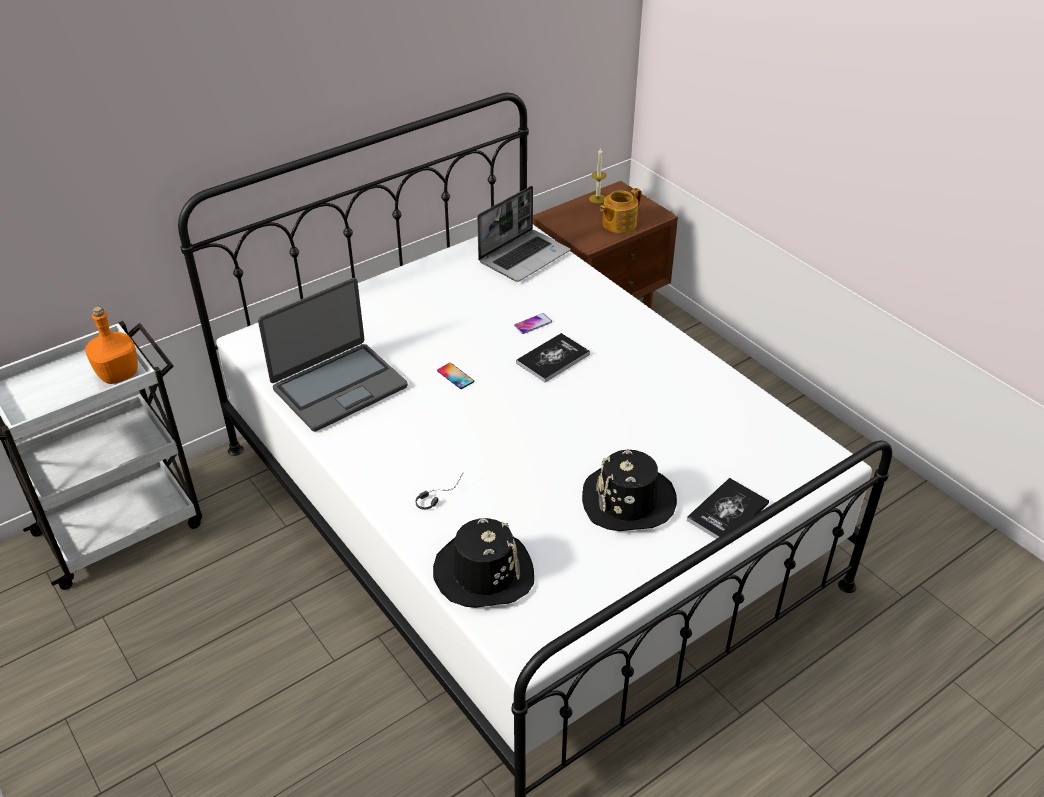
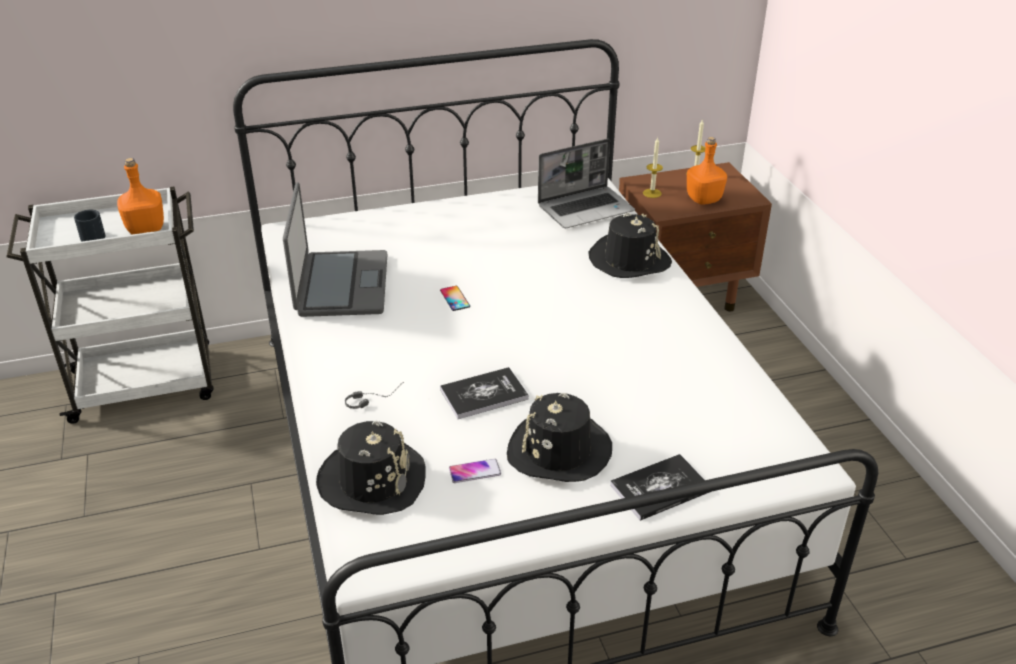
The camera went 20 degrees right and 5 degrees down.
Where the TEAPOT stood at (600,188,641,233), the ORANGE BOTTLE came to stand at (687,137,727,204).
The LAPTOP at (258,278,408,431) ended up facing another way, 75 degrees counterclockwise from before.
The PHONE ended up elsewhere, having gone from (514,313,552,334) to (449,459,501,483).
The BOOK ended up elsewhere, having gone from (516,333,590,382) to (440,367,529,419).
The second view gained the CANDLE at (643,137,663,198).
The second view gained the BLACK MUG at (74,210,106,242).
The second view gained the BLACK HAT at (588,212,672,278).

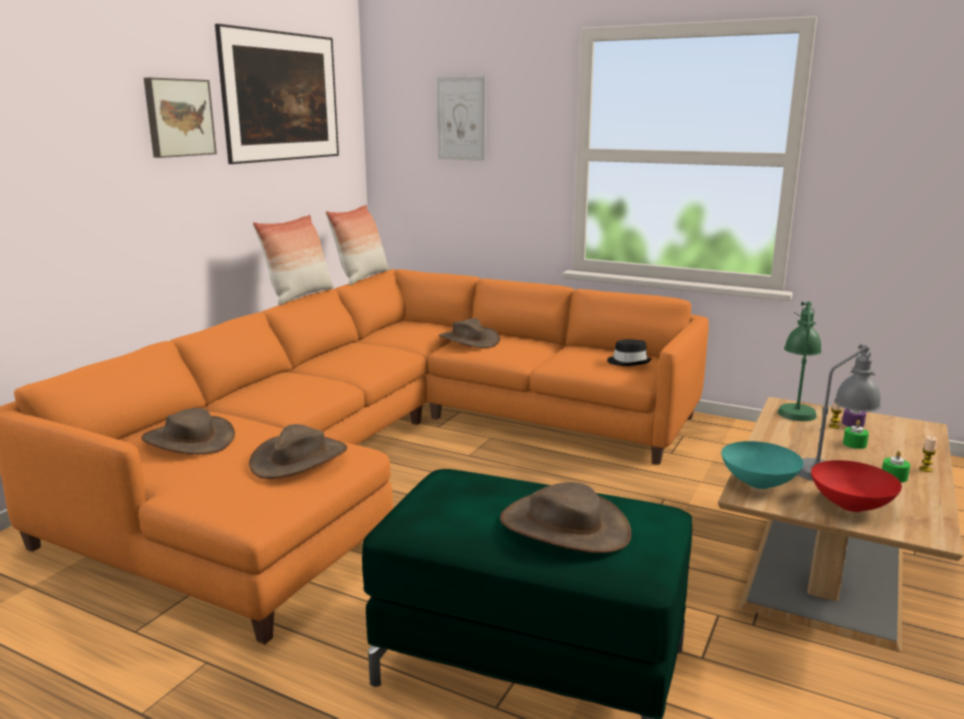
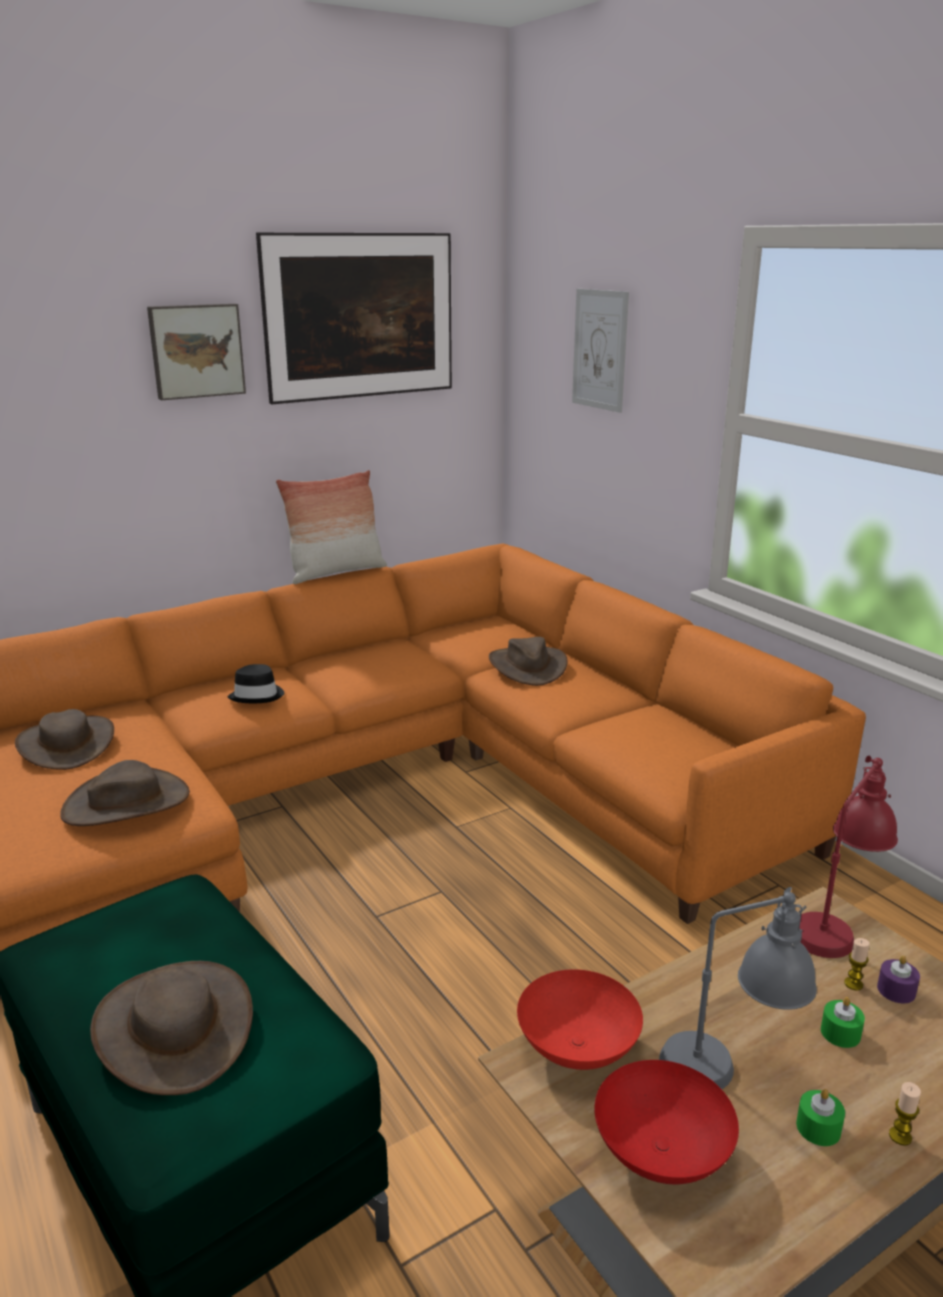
The camera went 30 degrees right and 5 degrees up.
The second view lost the PILLOW at (326,205,389,285).
What was the GREEN TABLE LAMP at (778,301,822,421) turned into the RED TABLE LAMP at (799,756,898,958).
The BLACK HAT ended up elsewhere, having gone from (607,339,652,366) to (227,664,284,703).
What was the TURQUOISE BOWL at (721,441,804,489) turned into the RED BOWL at (517,969,643,1070).

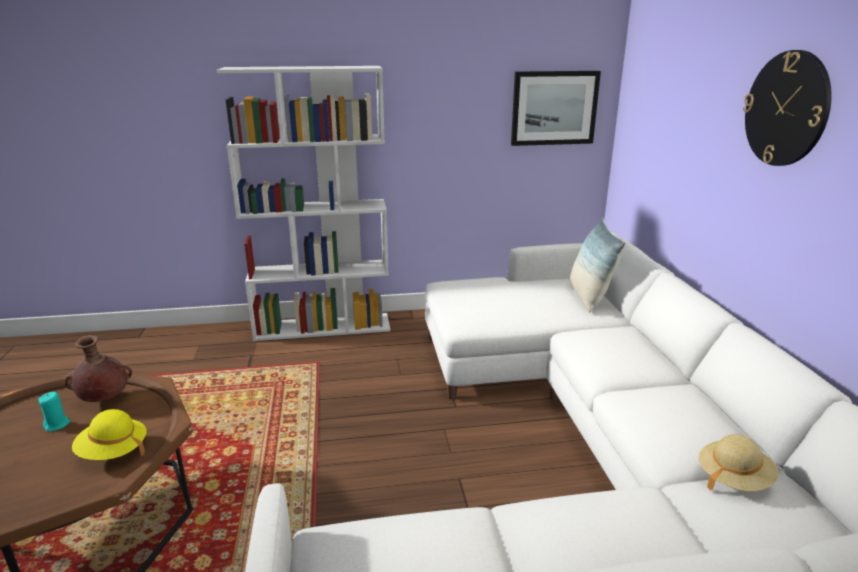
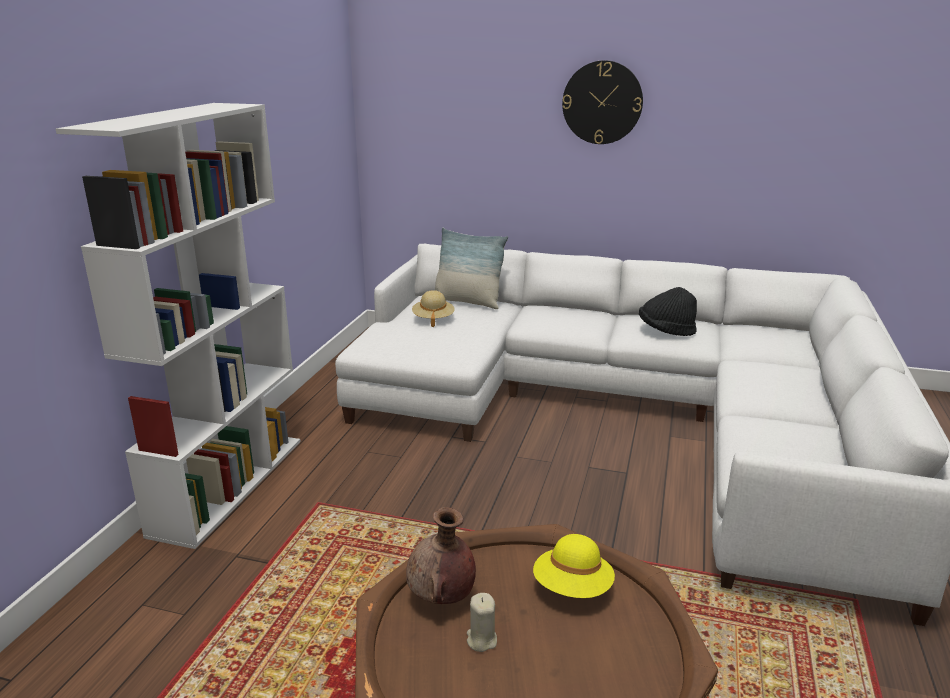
The camera went 65 degrees left and 0 degrees up.
The second view lost the PICTURE at (511,71,601,146).
What was the TURQUOISE CANDLE at (38,391,70,432) turned into the BEIGE CANDLE at (467,593,497,652).
The BEIGE HAT ended up elsewhere, having gone from (699,434,778,491) to (412,290,454,327).
The second view gained the BLACK HAT at (639,287,697,336).

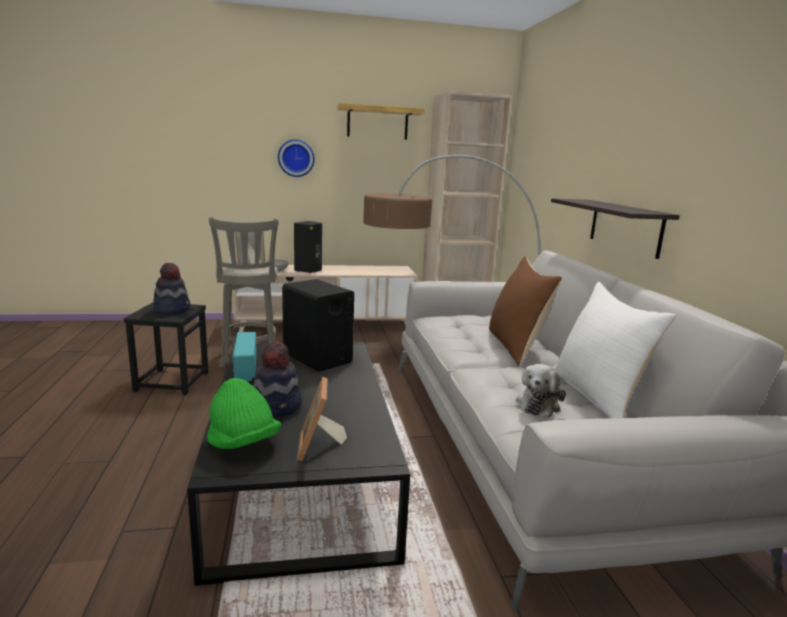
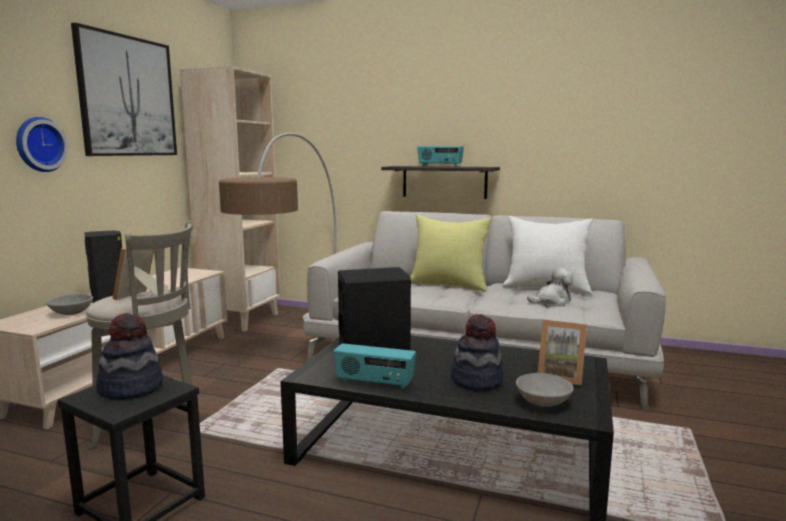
The camera went 60 degrees left and 5 degrees down.
Where the SHELF hung at (337,103,425,140), the PICTURE came to hang at (71,23,177,156).
What was the BROWN PILLOW at (489,257,562,366) turned into the YELLOW PILLOW at (410,214,492,292).
The PLUSH TOY at (516,364,566,418) ended up facing another way, 75 degrees counterclockwise from before.
Where the GREEN HAT stood at (207,378,281,449), the GREY BOWL came to stand at (516,373,574,407).
The second view gained the RADIO at (417,146,464,167).

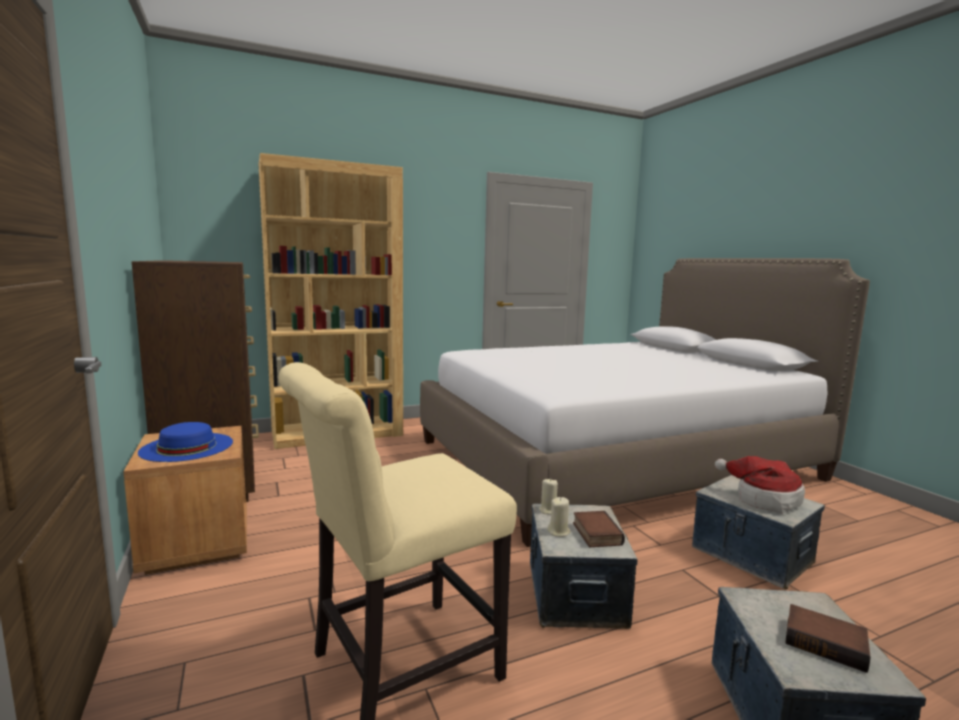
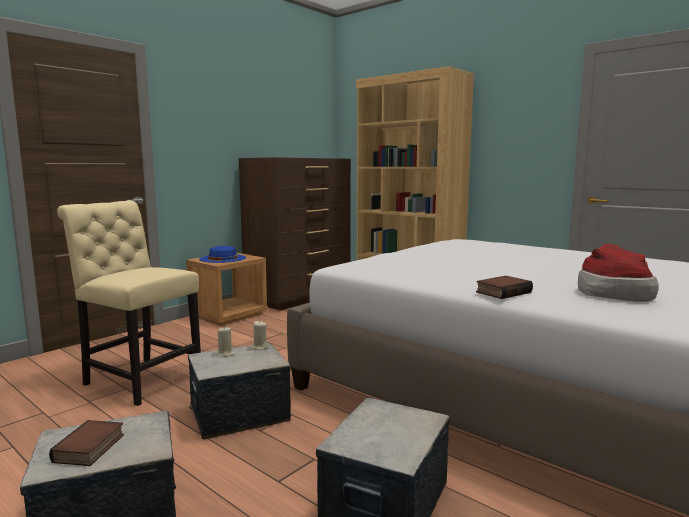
The camera went 65 degrees right and 0 degrees up.
The HAT ended up elsewhere, having gone from (715,456,805,514) to (578,244,659,302).
The BOOK ended up elsewhere, having gone from (573,511,625,547) to (476,276,533,299).

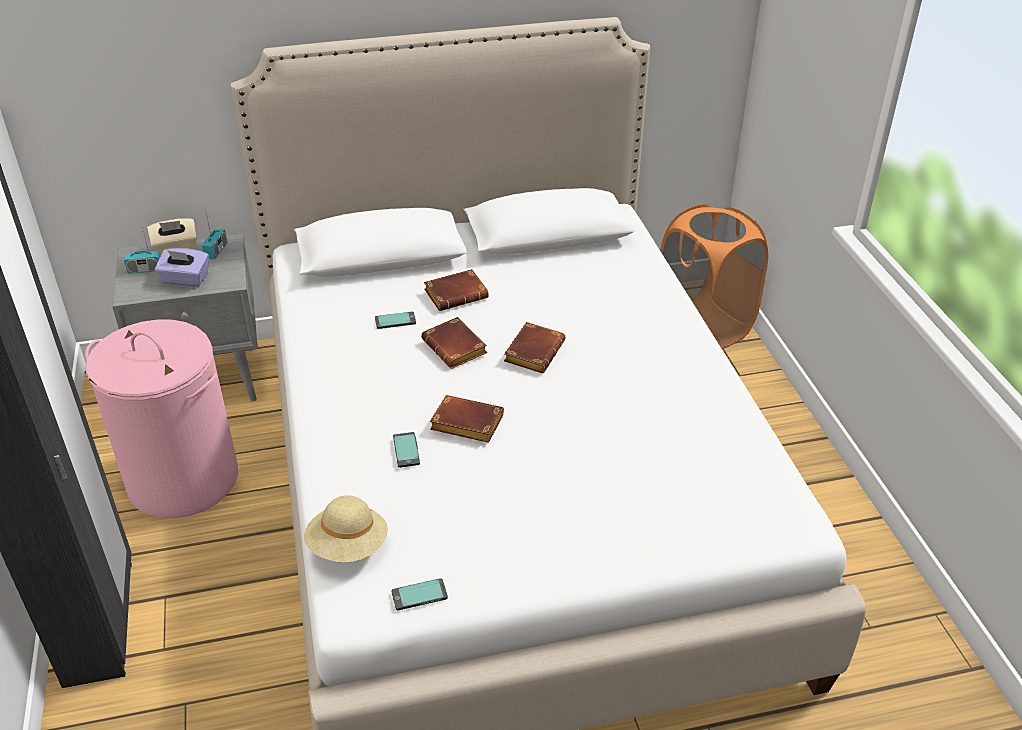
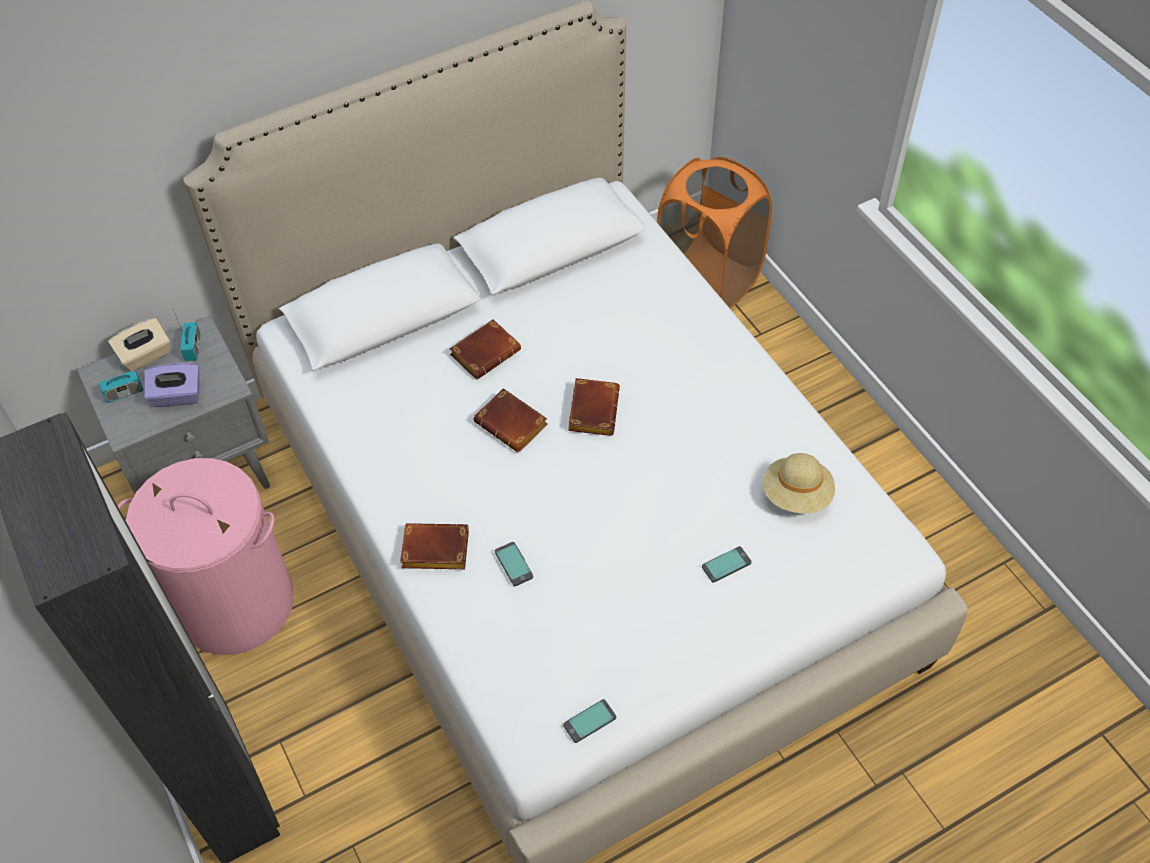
The camera went 15 degrees left and 15 degrees up.
The PHONE ended up elsewhere, having gone from (375,311,416,329) to (702,546,752,583).
The BROWN BOOK ended up elsewhere, having gone from (430,395,504,443) to (400,523,469,569).
The BEIGE HAT ended up elsewhere, having gone from (304,495,388,562) to (763,453,835,513).

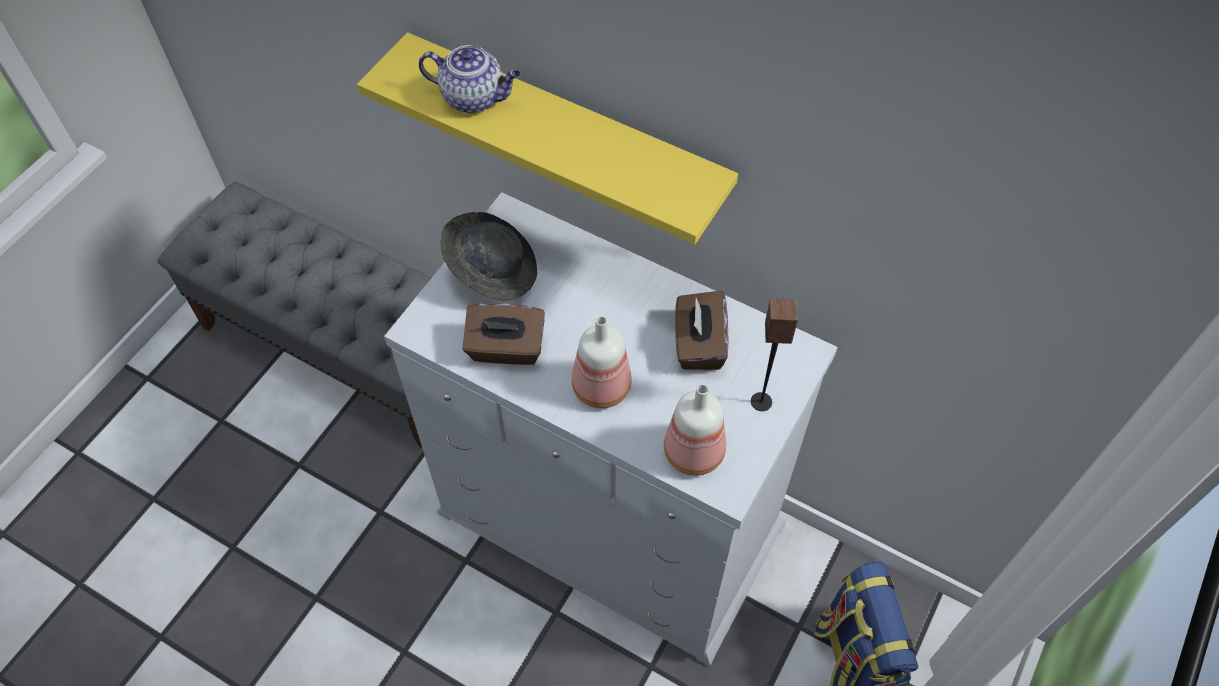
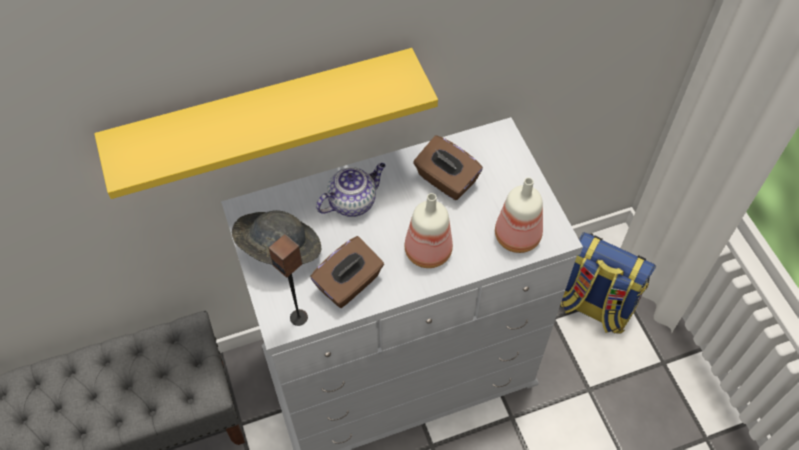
The camera went 50 degrees left and 0 degrees up.
The TEAPOT ended up elsewhere, having gone from (418,45,520,113) to (316,163,386,217).
The SPEAKER ended up elsewhere, having gone from (751,299,798,411) to (269,234,308,326).

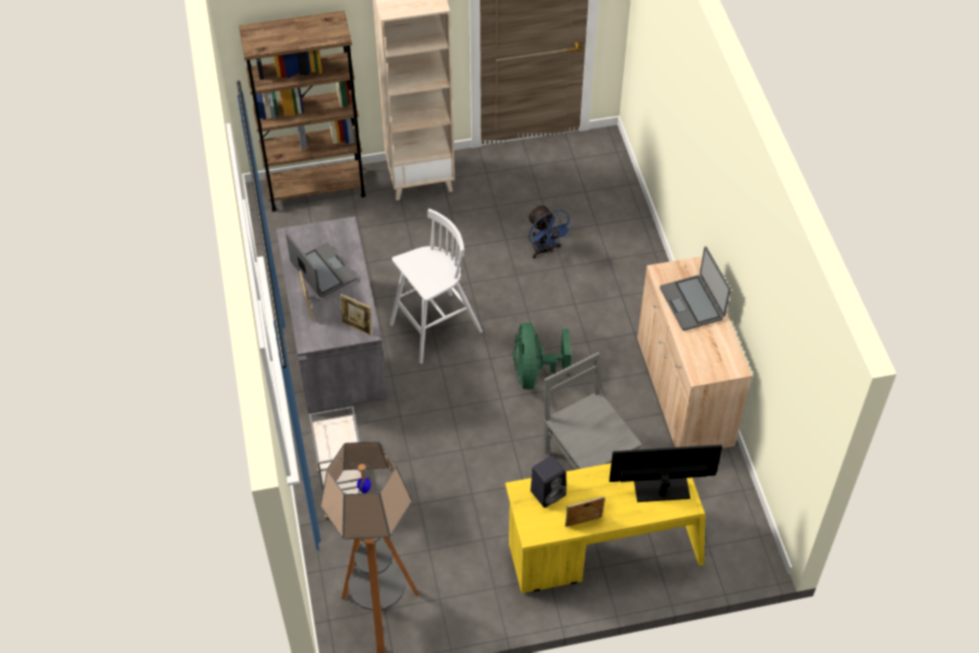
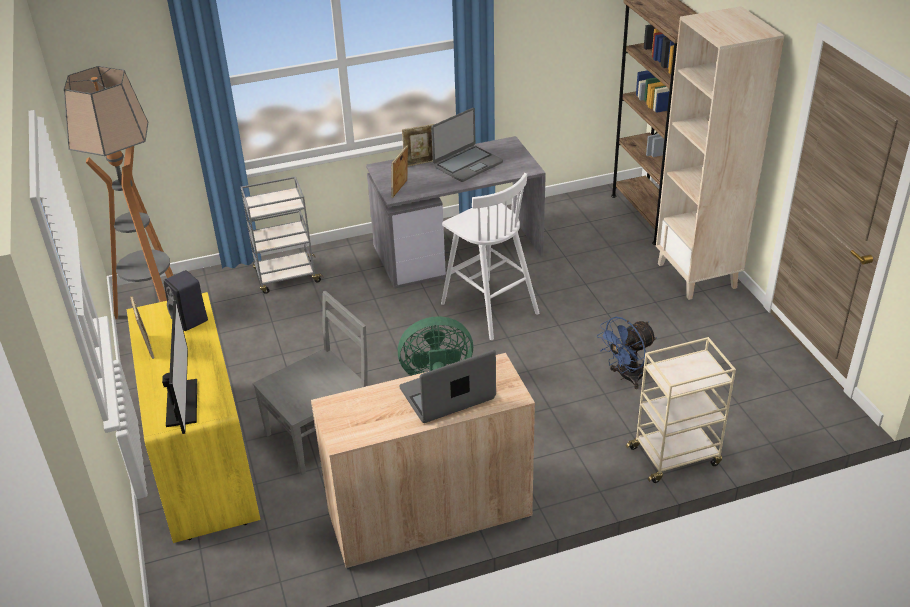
The camera went 85 degrees right and 15 degrees down.
The second view gained the BEIGE CART at (626,337,736,483).

